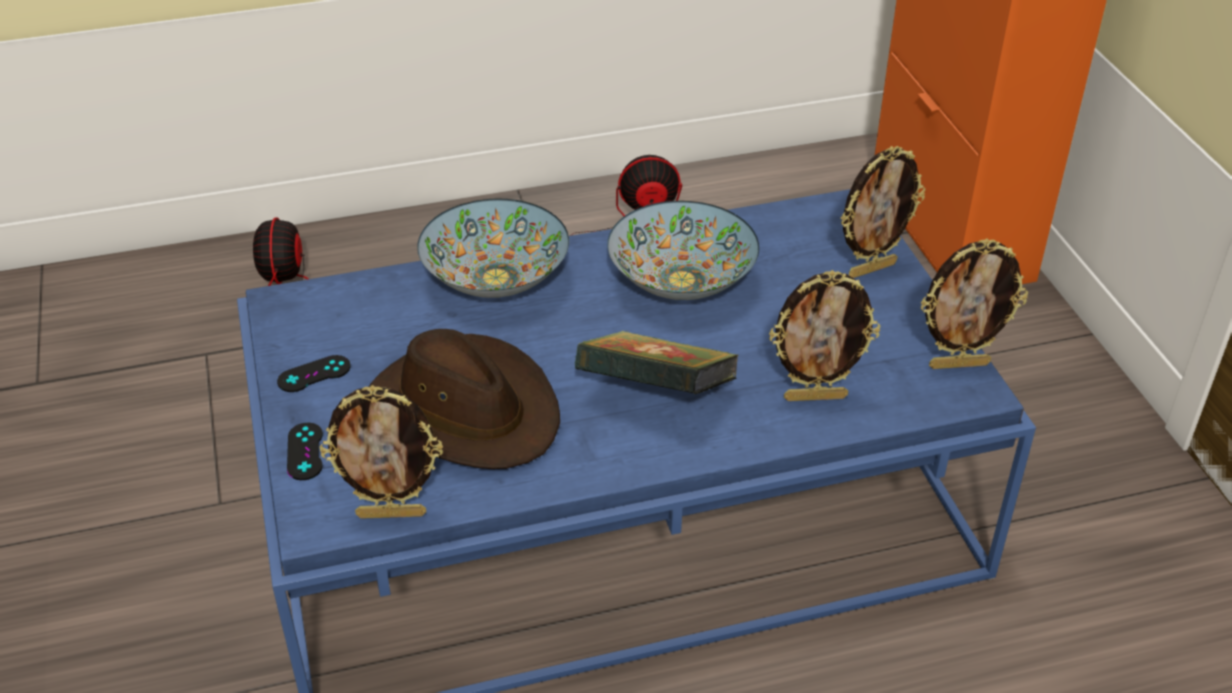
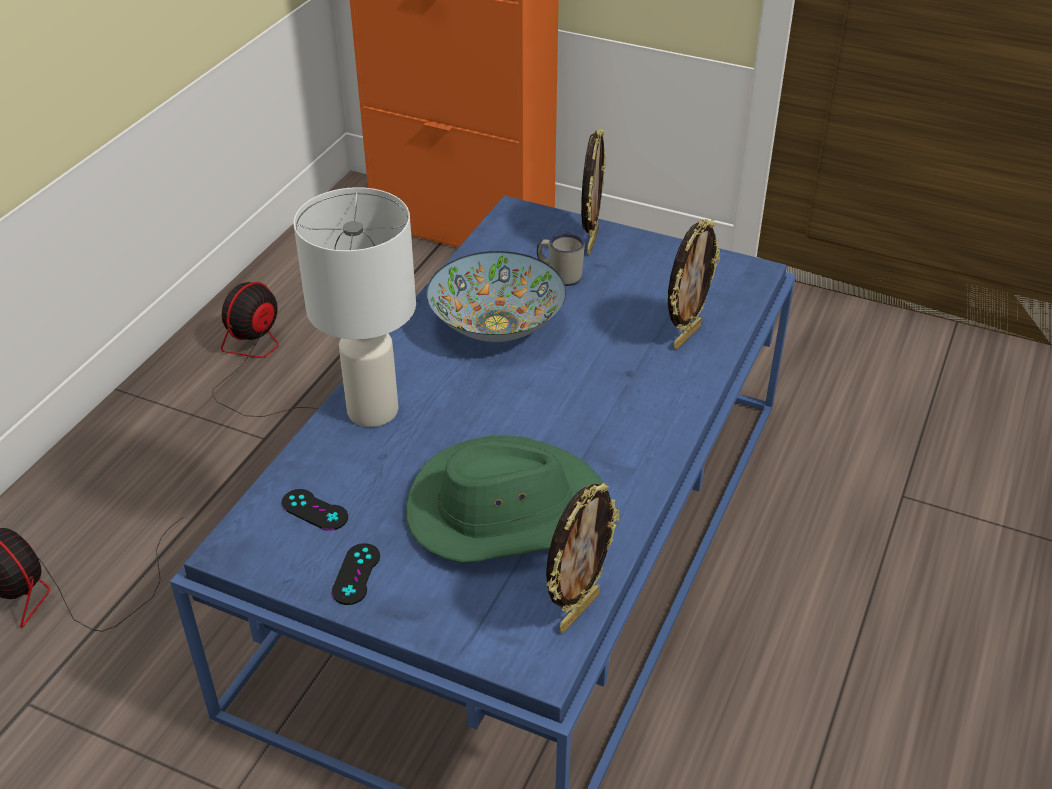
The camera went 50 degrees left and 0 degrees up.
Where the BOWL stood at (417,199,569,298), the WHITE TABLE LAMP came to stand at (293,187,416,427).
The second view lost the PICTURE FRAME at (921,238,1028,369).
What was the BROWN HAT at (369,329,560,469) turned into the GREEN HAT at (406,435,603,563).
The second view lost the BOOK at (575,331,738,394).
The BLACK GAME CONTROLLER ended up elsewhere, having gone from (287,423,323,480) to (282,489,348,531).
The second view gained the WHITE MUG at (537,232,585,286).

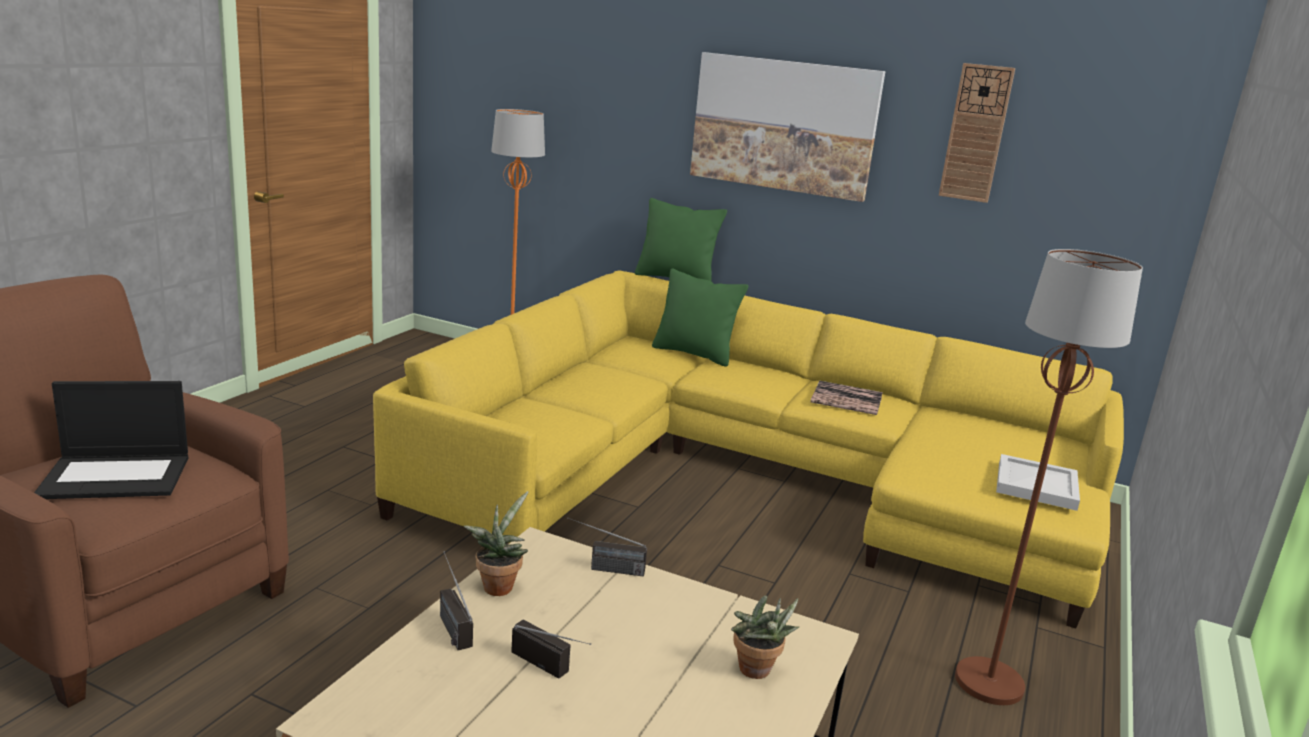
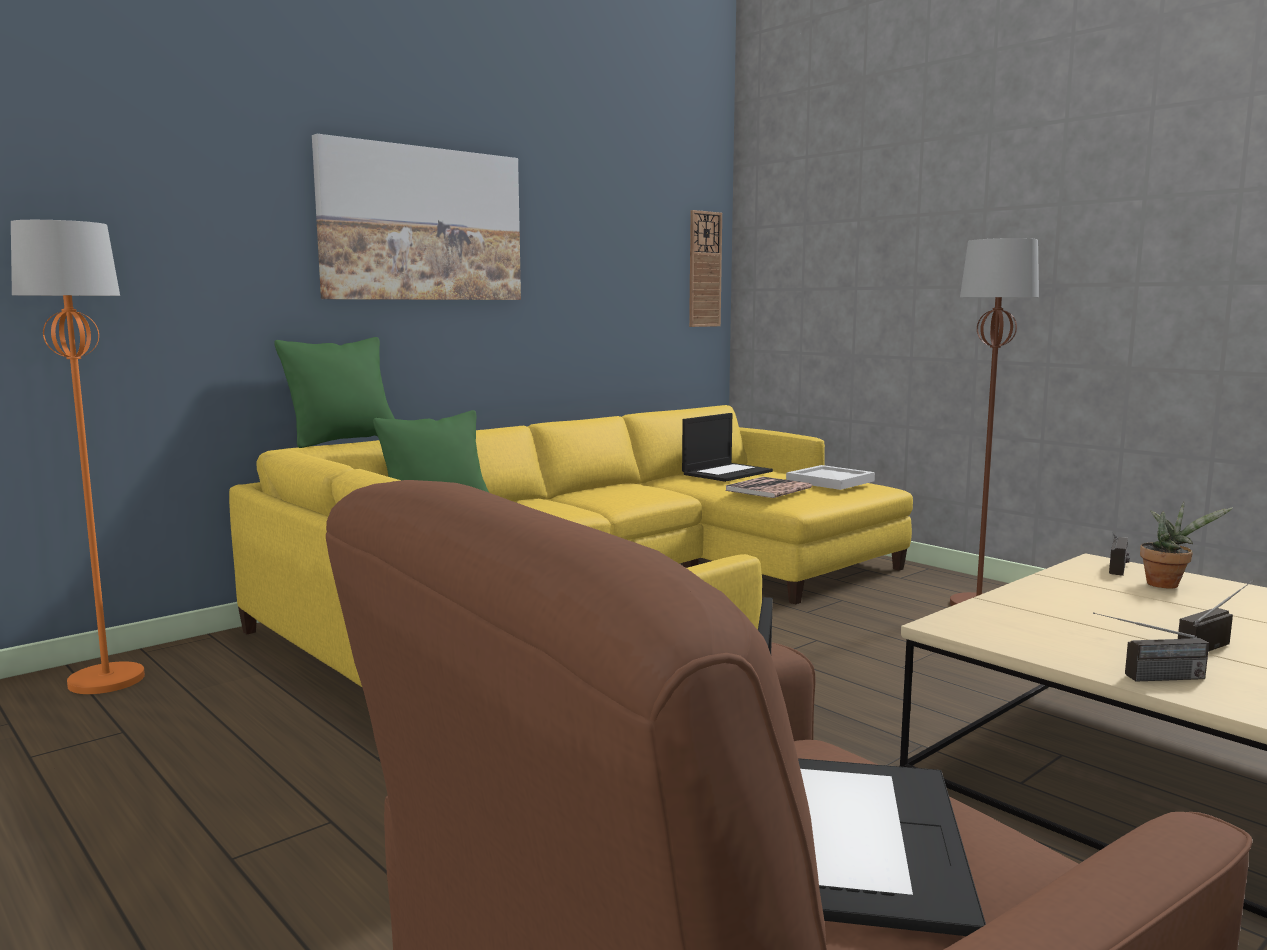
The camera went 65 degrees left and 10 degrees down.
The WALL CLOCK ended up elsewhere, having gone from (939,63,1015,203) to (689,210,722,327).
The BOOK ended up elsewhere, having gone from (811,381,883,415) to (725,477,812,498).
The second view lost the POTTED PLANT at (464,491,528,596).
The RADIO ended up elsewhere, having gone from (567,517,647,577) to (1109,533,1130,576).
The second view gained the LAPTOP at (682,413,773,482).

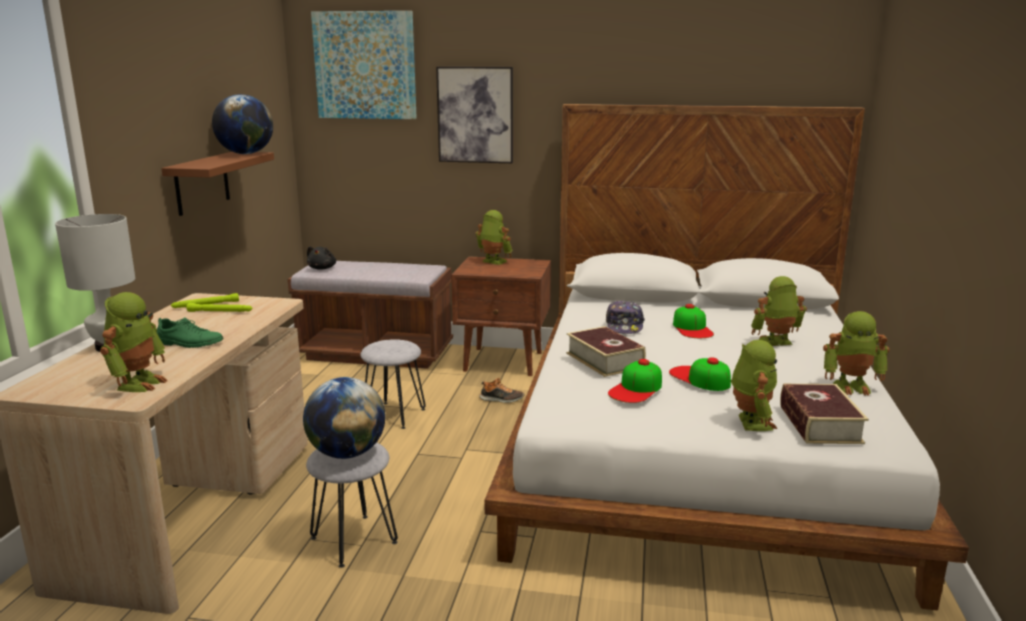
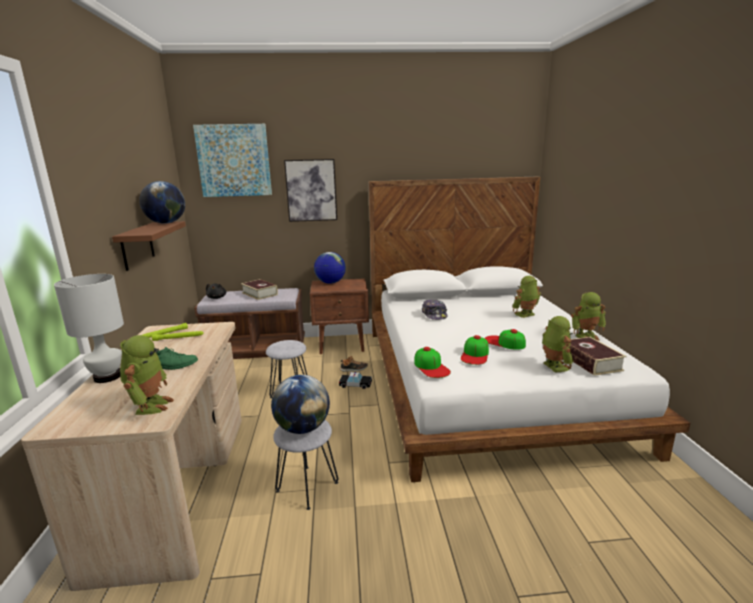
The camera went 15 degrees left and 0 degrees up.
Where the TOY ROBOT stood at (475,210,512,265), the GLOBE came to stand at (314,252,346,284).
The CAP ended up elsewhere, having gone from (673,304,714,338) to (414,347,451,378).
The BOOK ended up elsewhere, having gone from (566,326,646,377) to (241,279,278,300).
The second view gained the TOY CAR at (339,372,372,389).

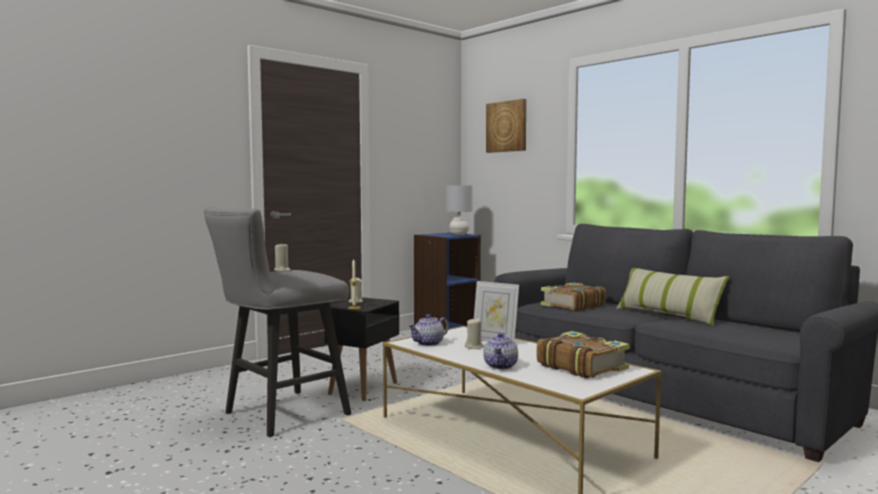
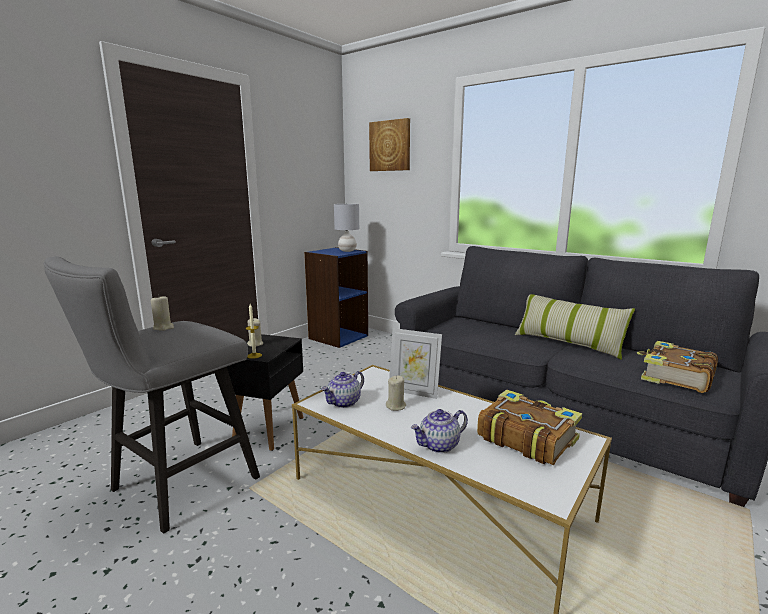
The camera went 10 degrees left and 10 degrees up.
The BOOK ended up elsewhere, having gone from (541,282,606,311) to (637,341,718,393).
The TEAPOT at (483,333,518,369) ended up facing another way, 60 degrees clockwise from before.

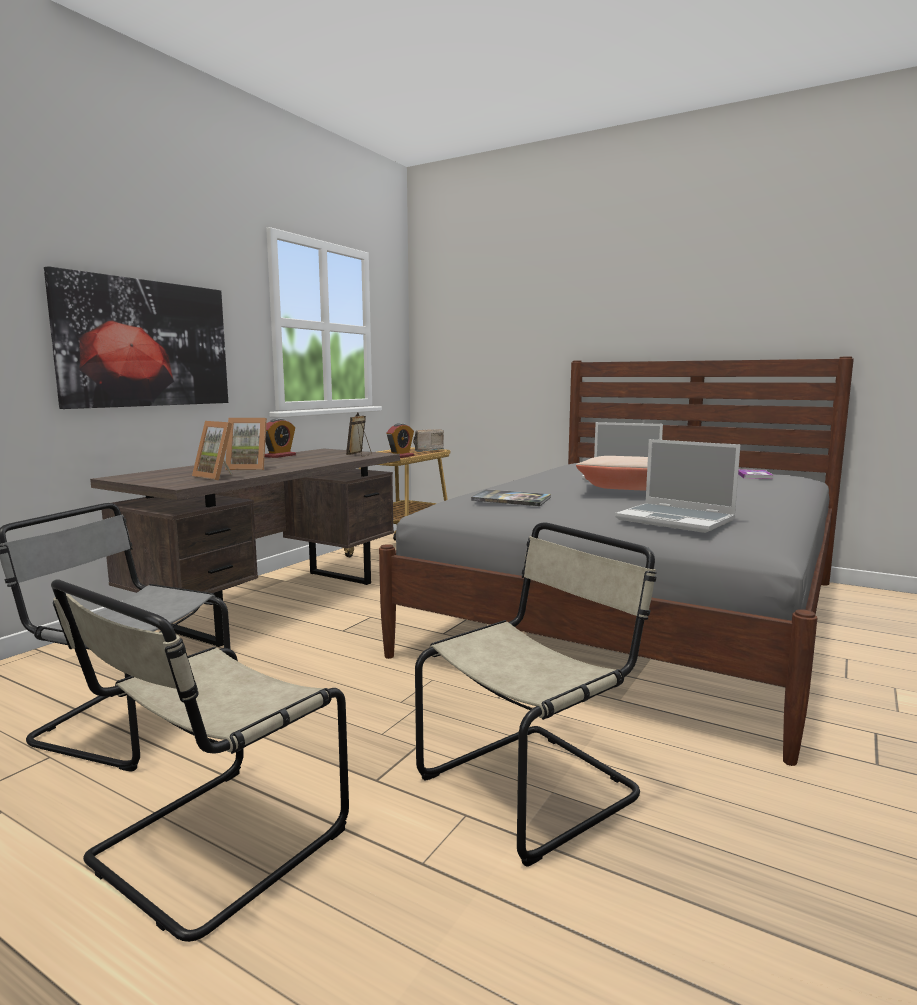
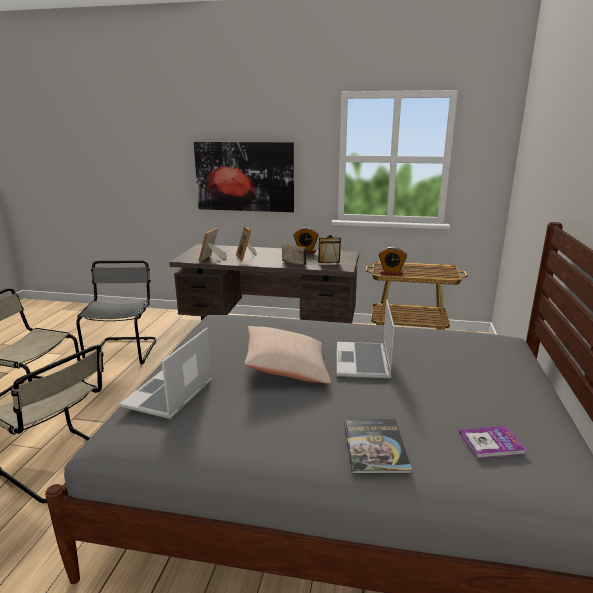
The camera went 70 degrees right and 10 degrees up.
The RADIO ended up elsewhere, having gone from (413,429,444,452) to (282,244,307,265).
The BOOK ended up elsewhere, having gone from (471,489,551,506) to (344,419,412,474).

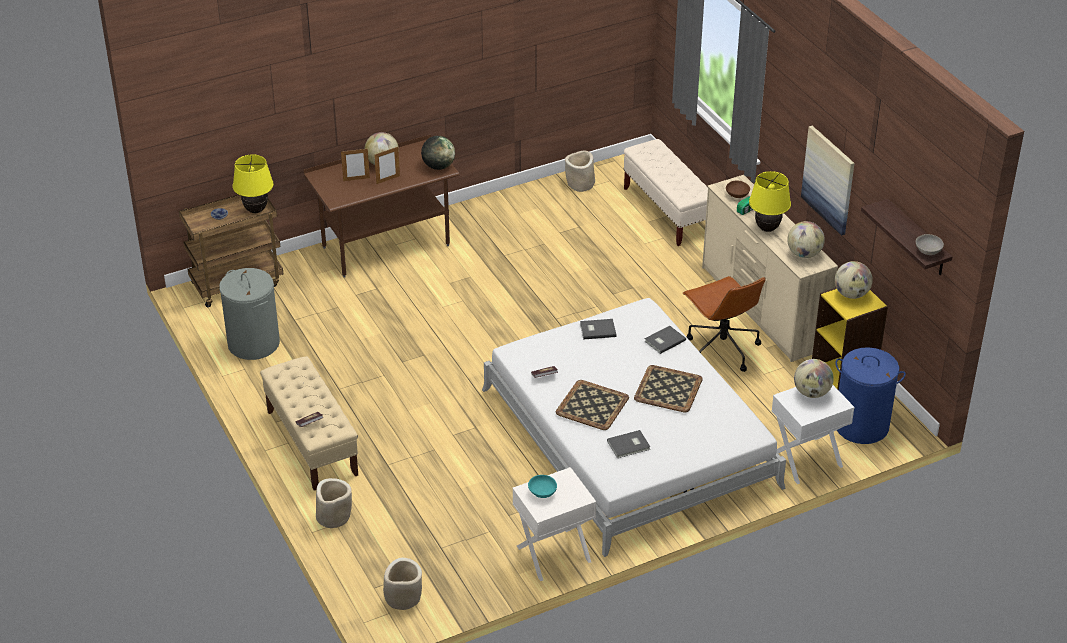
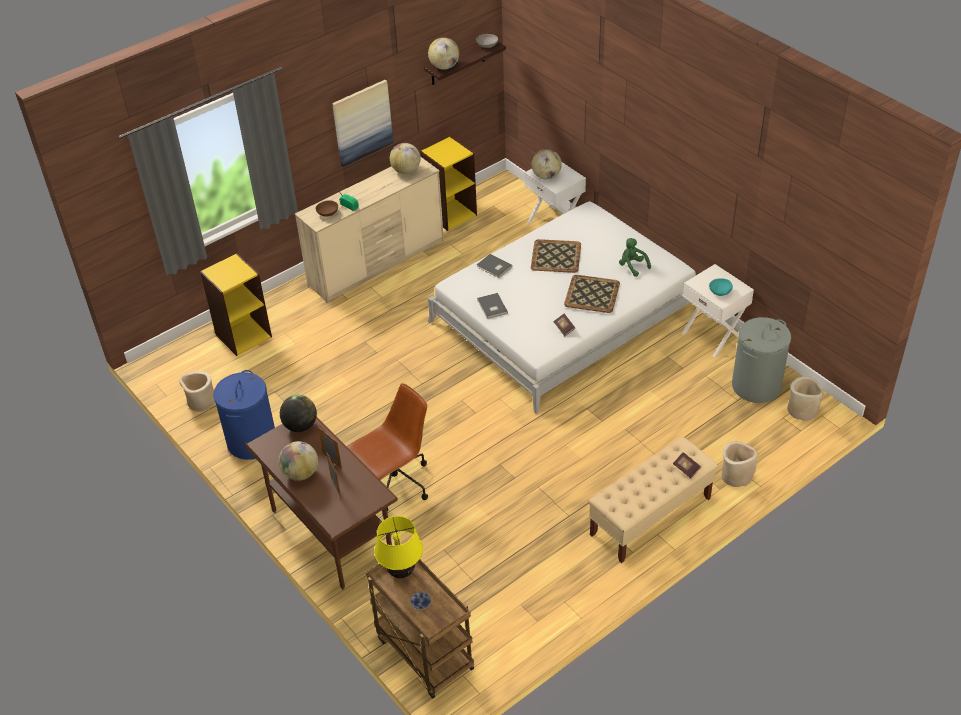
The camera went 100 degrees left and 5 degrees up.
Where the BEIGE BENCH stood at (623,139,708,246), the YELLOW BOOKCASE came to stand at (200,253,272,356).
The second view lost the YELLOW TABLE LAMP at (749,171,791,232).
The GLOBE ended up elsewhere, having gone from (835,261,873,299) to (428,37,459,70).
The GREY LAUNDRY BASKET ended up elsewhere, having gone from (219,268,280,360) to (732,317,791,403).
The BROWN OFFICE CHAIR ended up elsewhere, having gone from (683,276,766,372) to (346,383,428,512).
The BLUE LAUNDRY BASKET ended up elsewhere, having gone from (835,347,906,444) to (213,370,275,460).
Where the GREY BOOK stood at (607,430,650,458), the GREEN PLUSH TOY came to stand at (619,238,651,277).

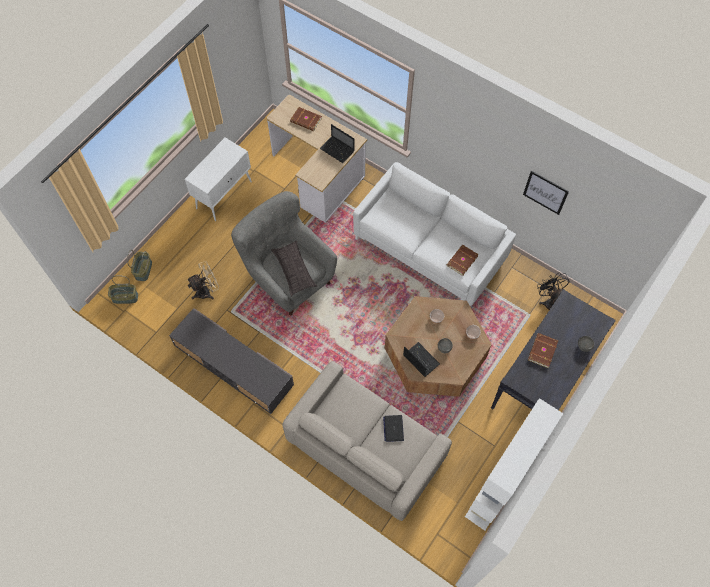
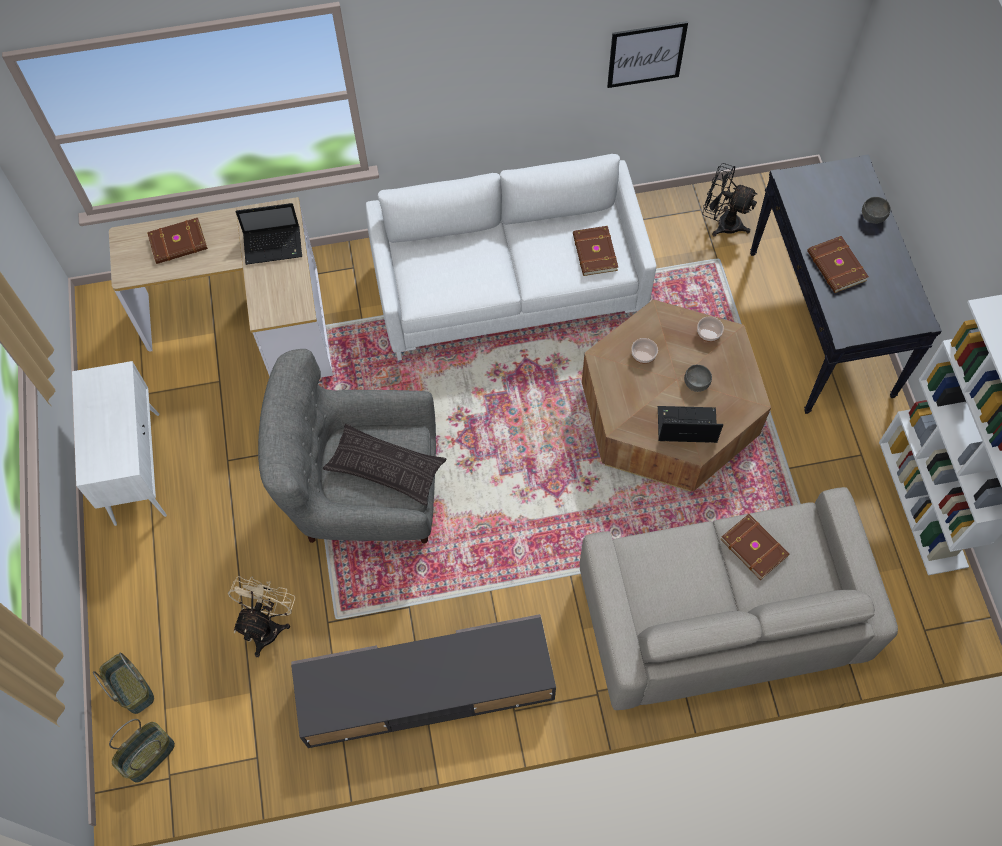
The camera went 45 degrees left and 0 degrees up.
Where the LAPTOP stood at (383,415,404,442), the BROWN BOOK came to stand at (720,514,789,580).

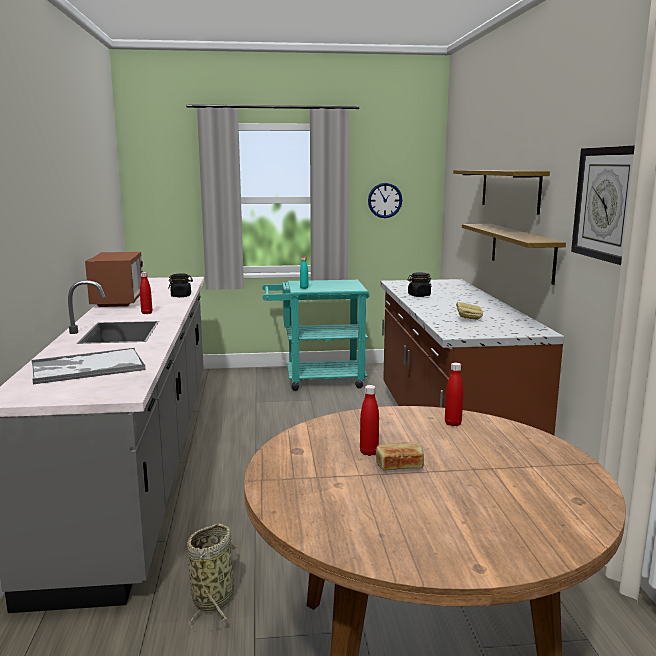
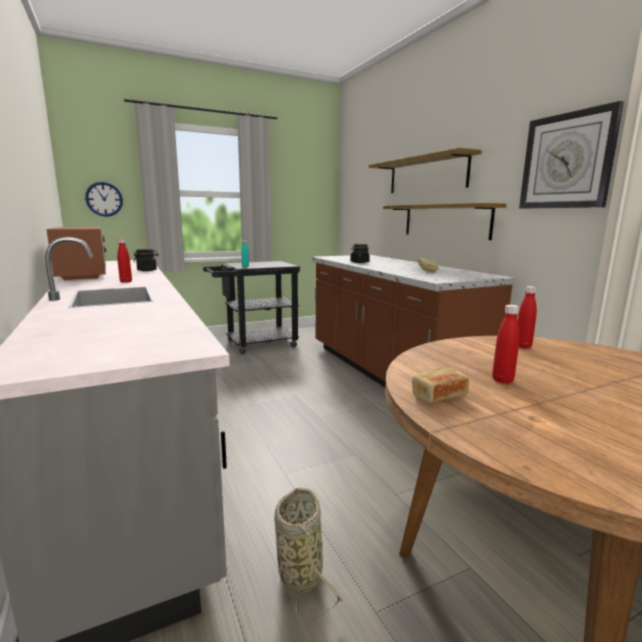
The camera went 20 degrees left and 0 degrees up.
The WALL CLOCK ended up elsewhere, having gone from (368,183,402,218) to (85,182,123,217).
What was the TURQUOISE CART at (262,280,370,391) turned into the BLACK CART at (203,261,300,354).
The second view lost the TRAY at (32,348,146,384).
The BREAD ended up elsewhere, having gone from (376,442,424,470) to (412,368,469,403).

